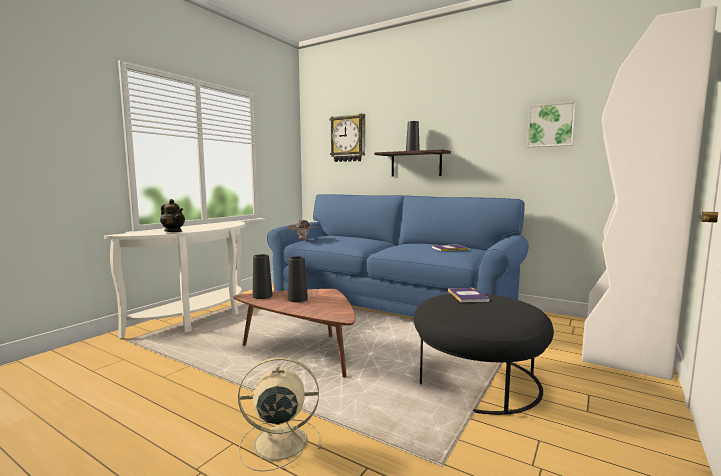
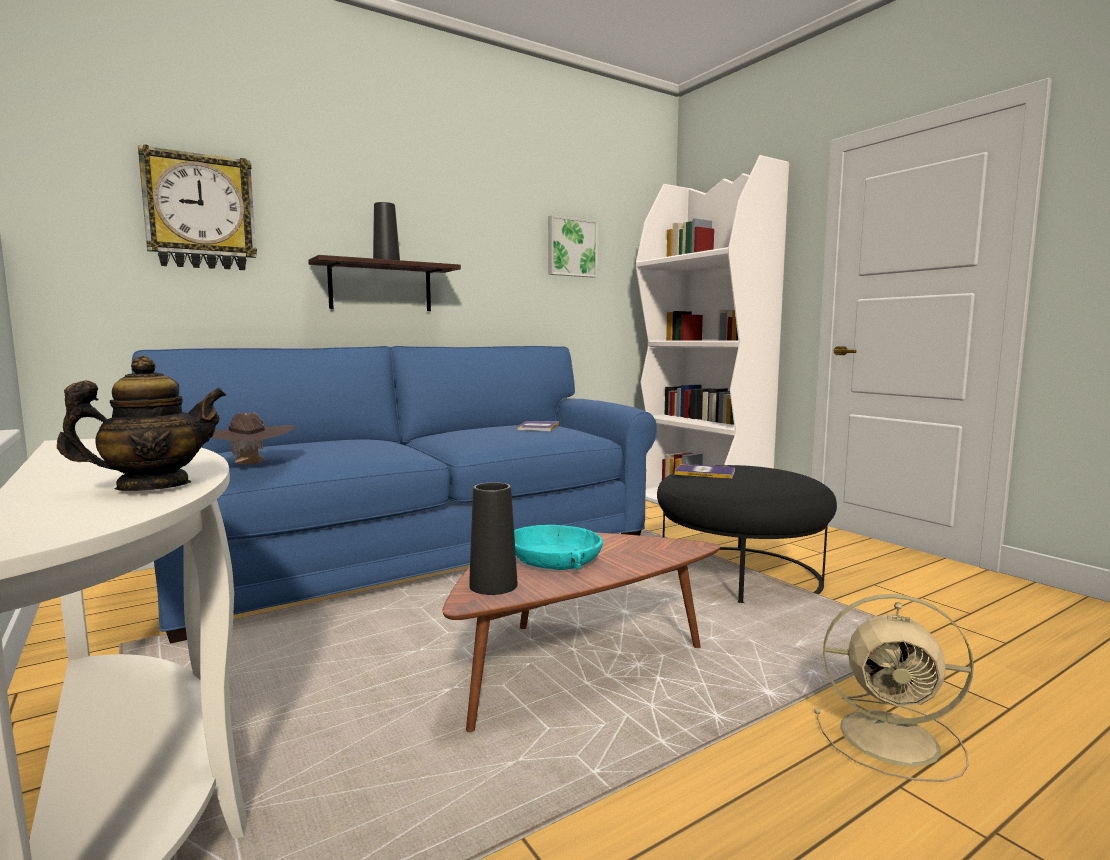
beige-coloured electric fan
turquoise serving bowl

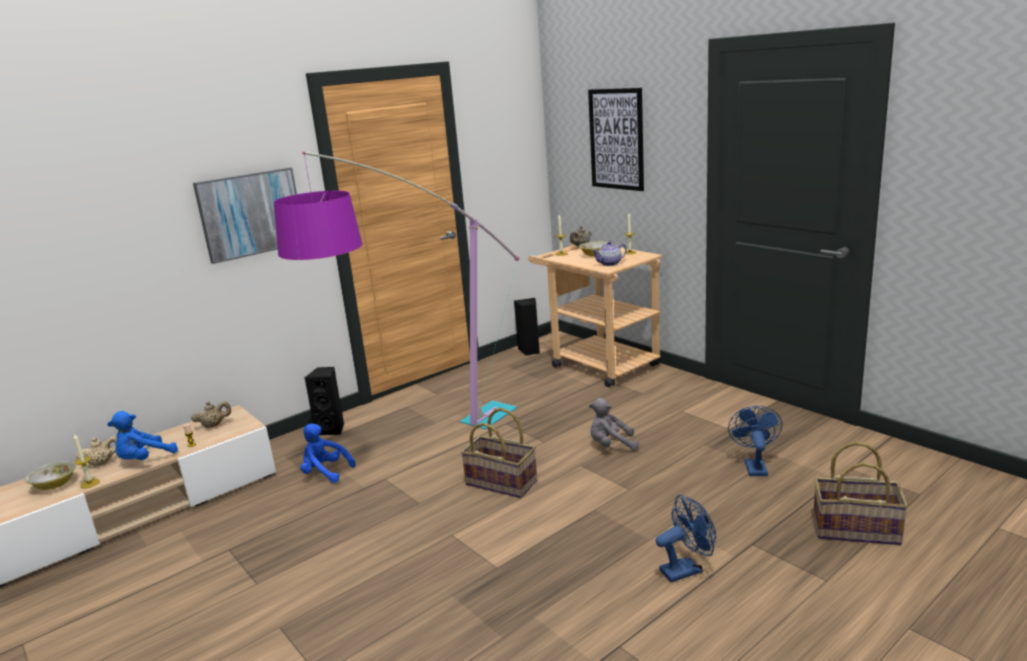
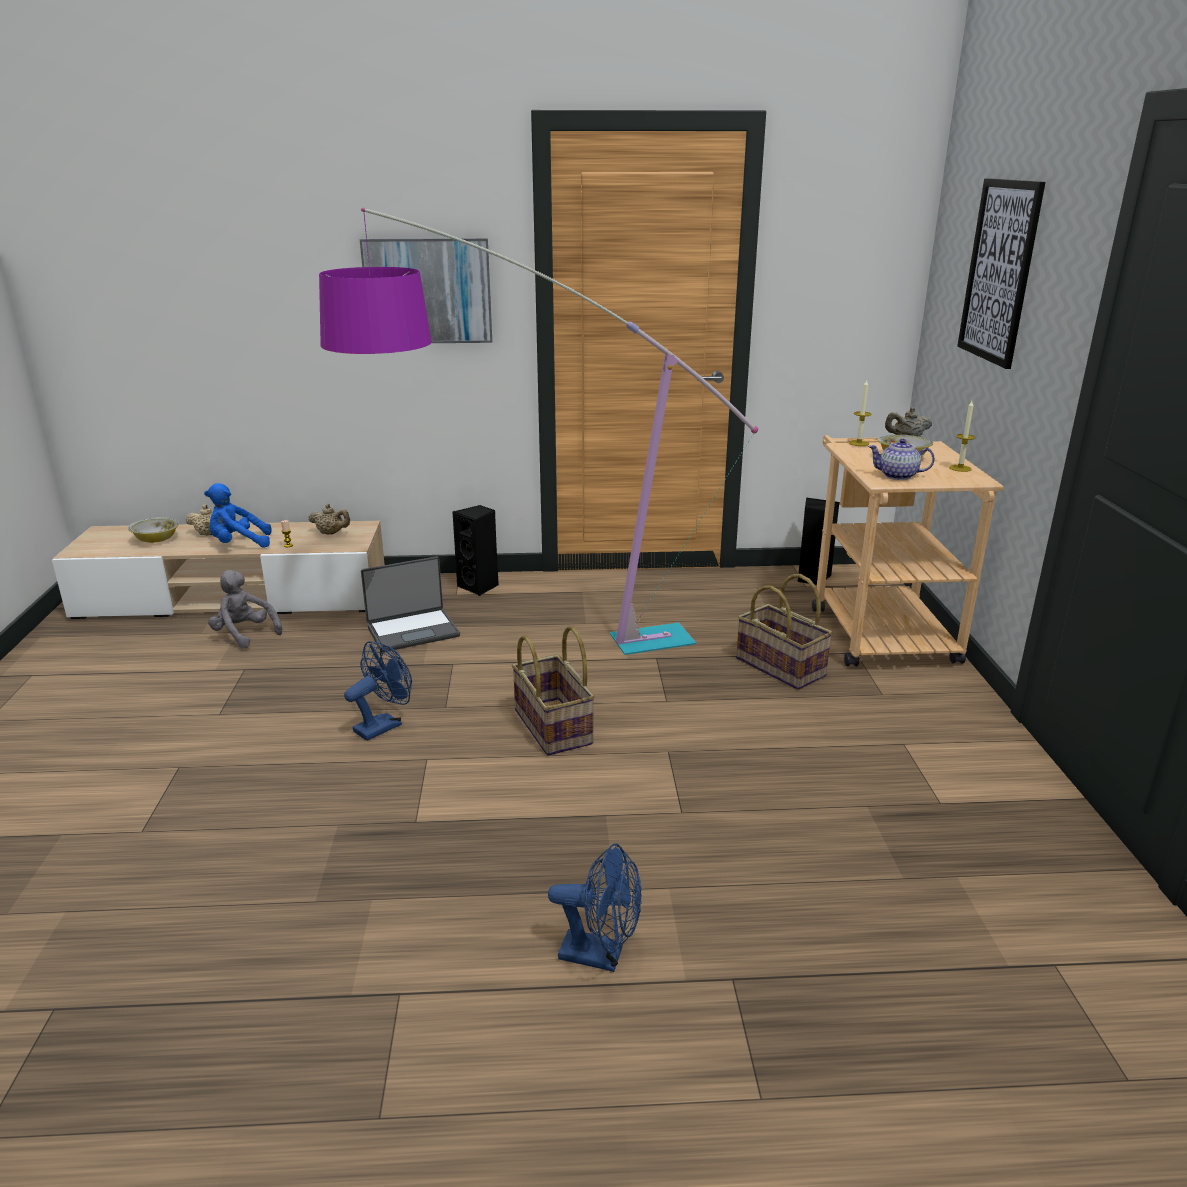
wax light (1st from left in the first image)
notebook computer
gray plush toy
blue electric fan (1st from left)
household basket (2nd from left)

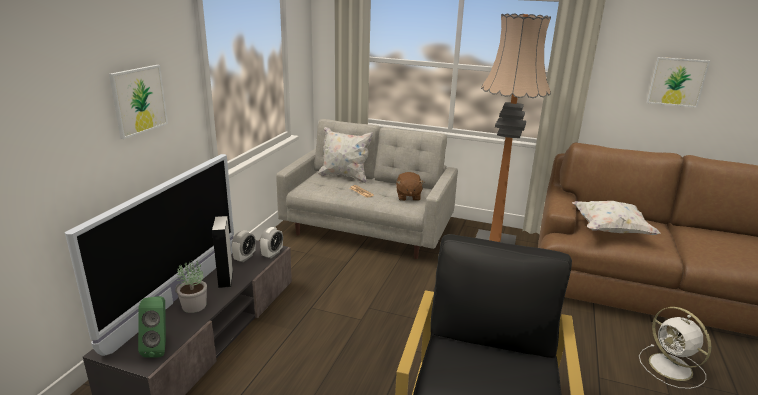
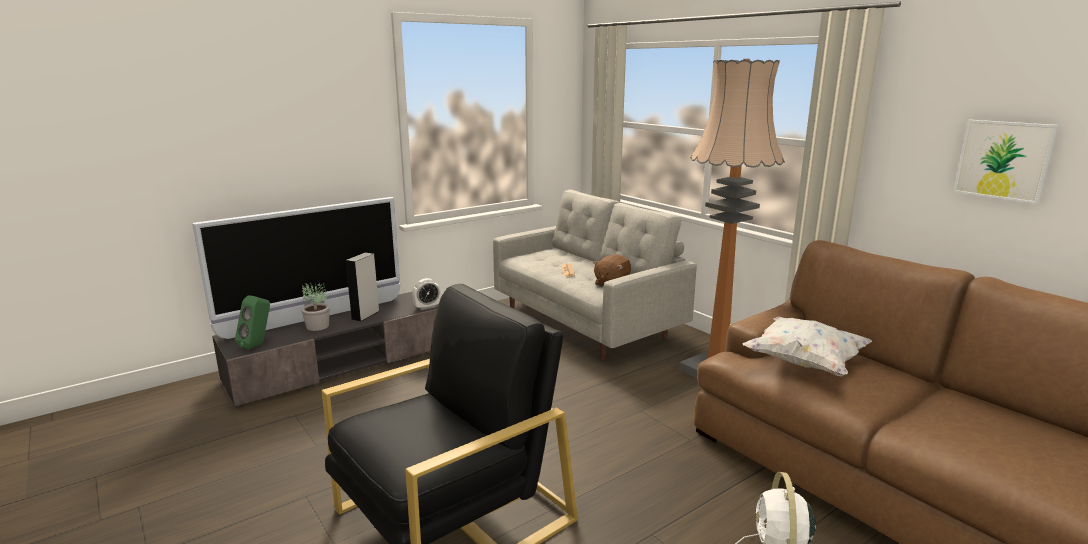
picture (1st from left in the first image)
bedside clock (1st from left in the first image)
white-coloured pillow (1st from left in the first image)

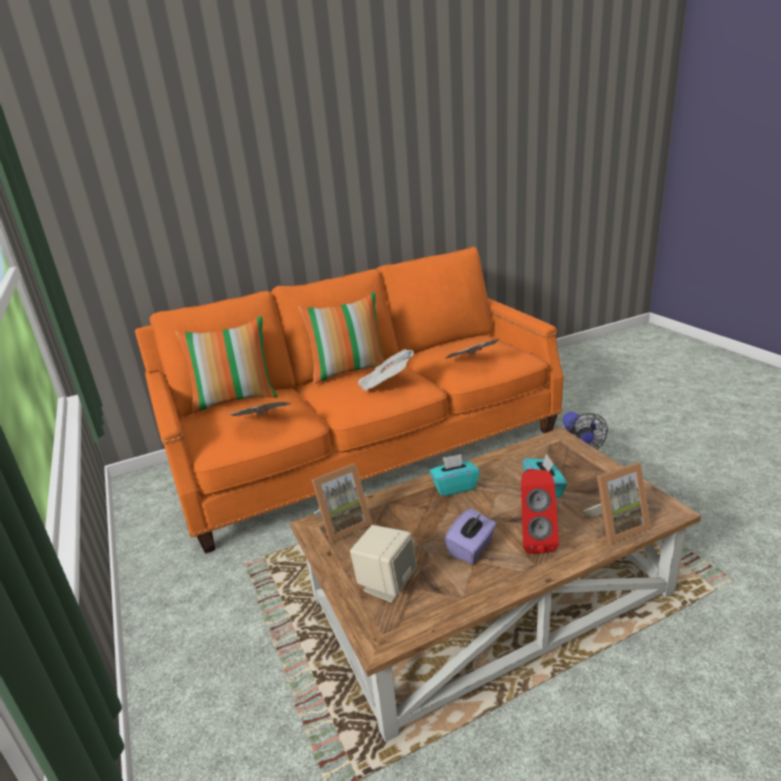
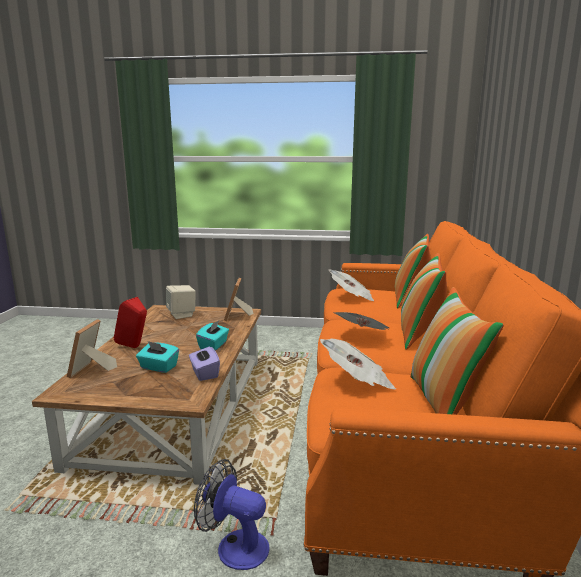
purple tissue holder
pillow (3rd from left)

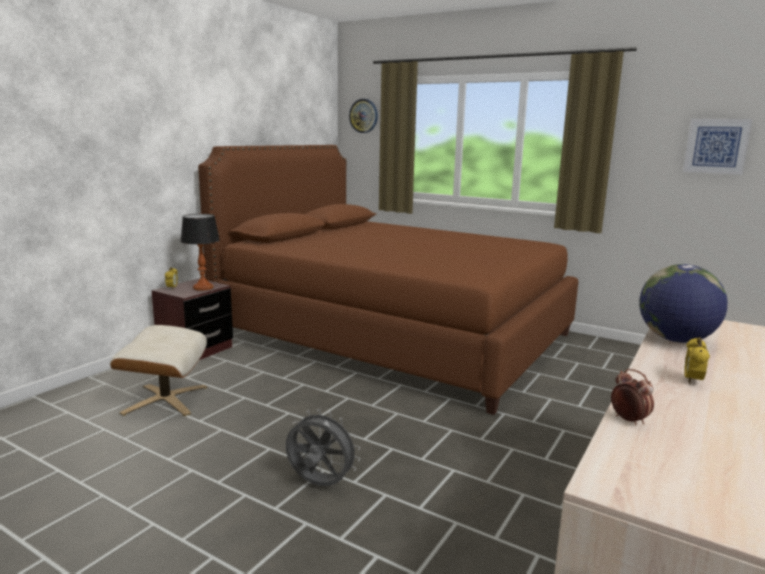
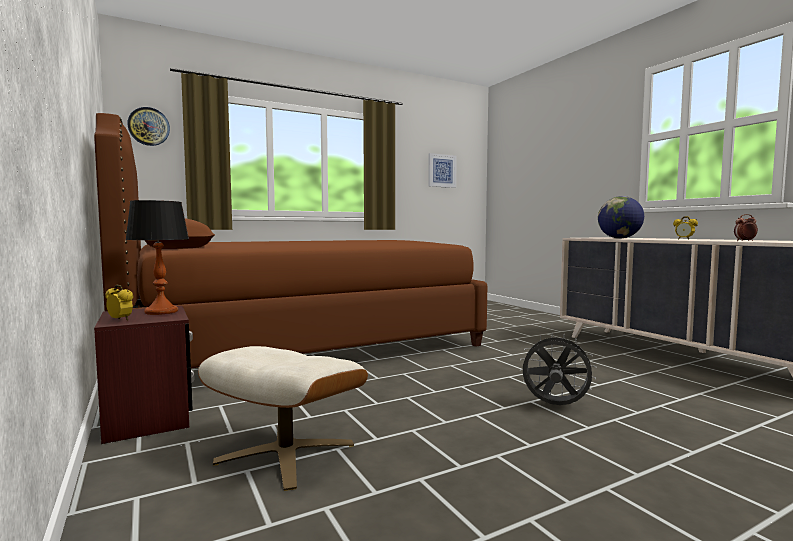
gray electric fan

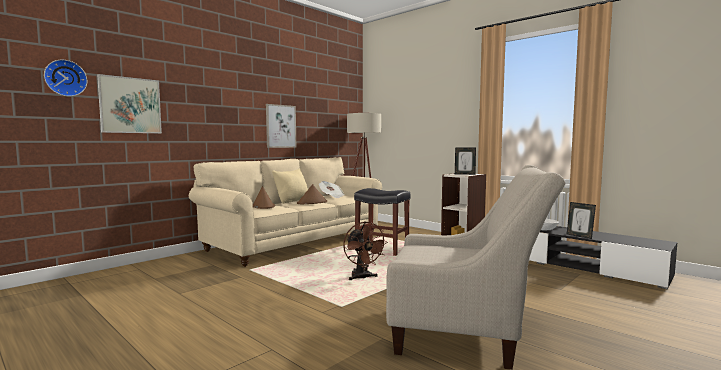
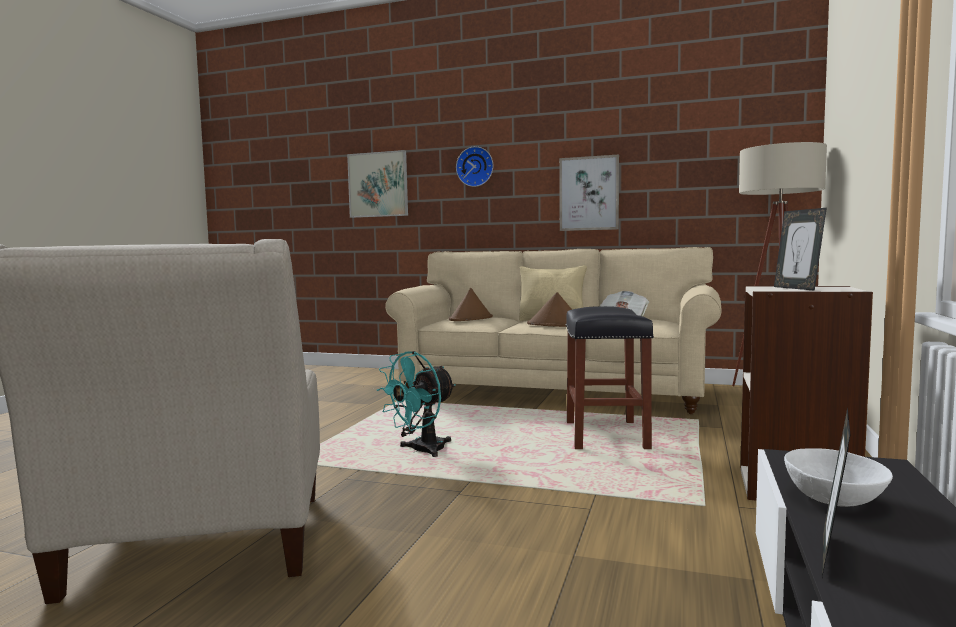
hanging clock
turquoise electric fan

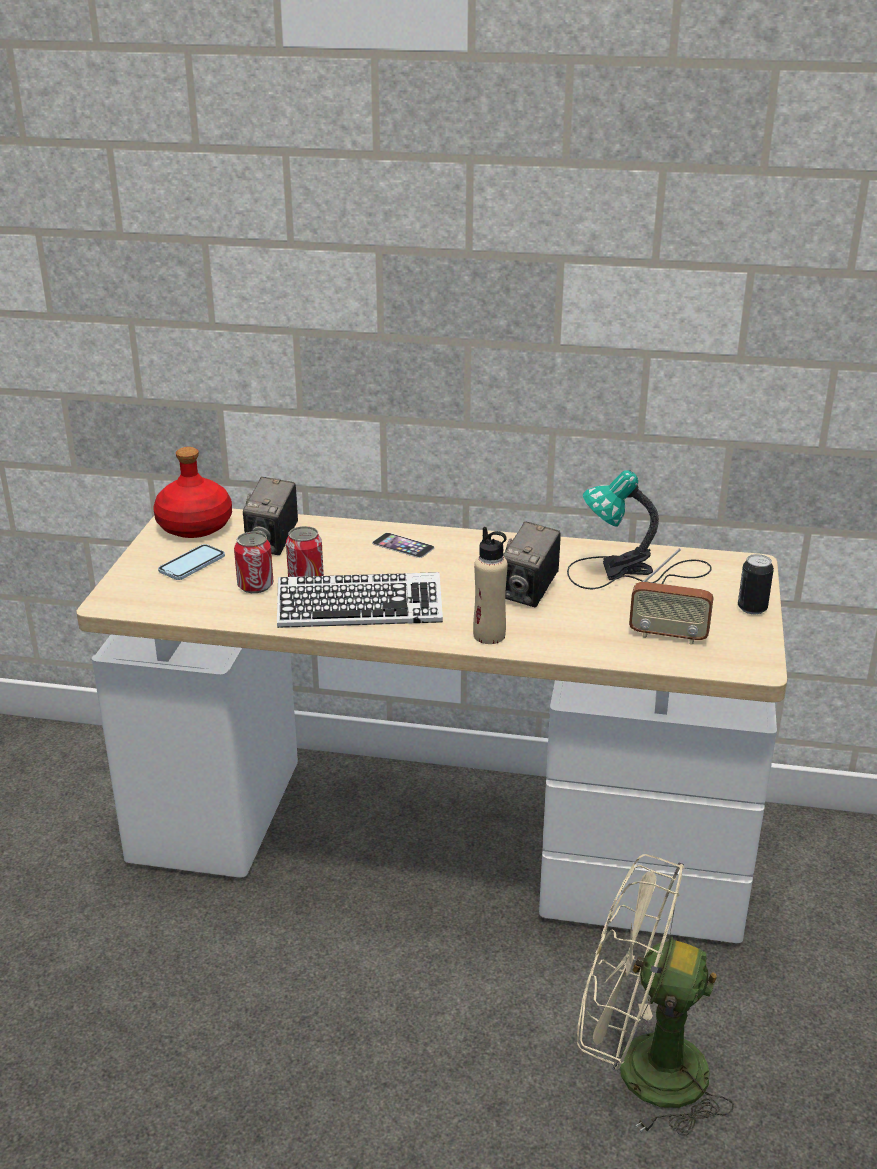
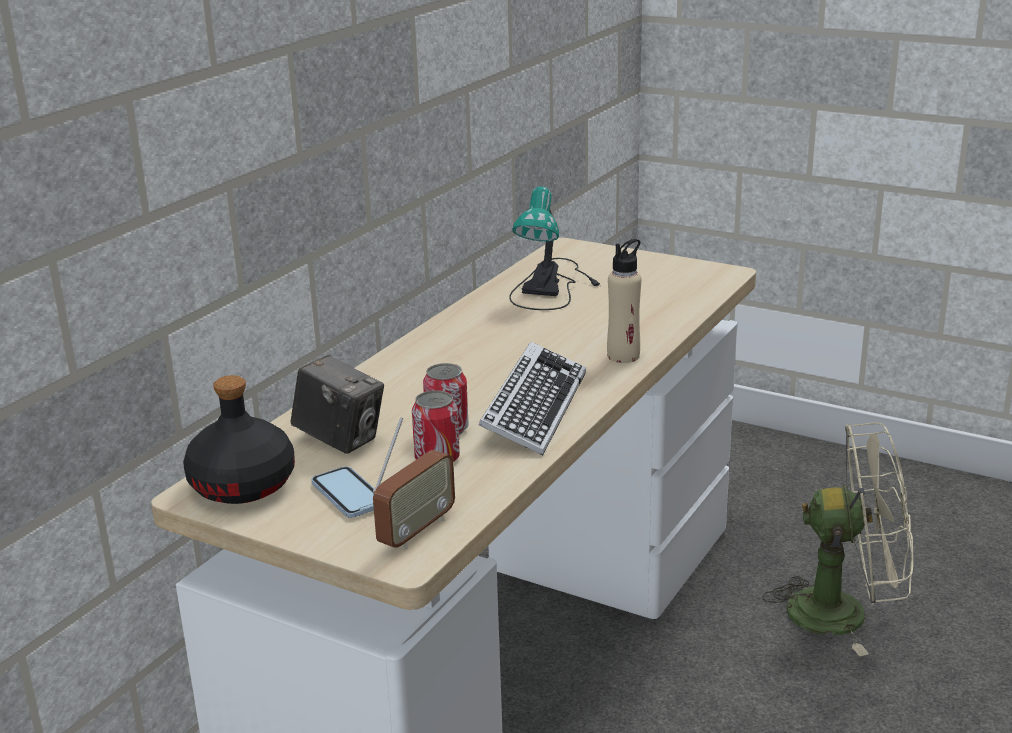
black-coloured drink bottle
handset (2nd from left in the first image)
photo camera (2nd from left in the first image)
beige-coloured electric fan
radio receiver
metal can (3rd from left in the first image)

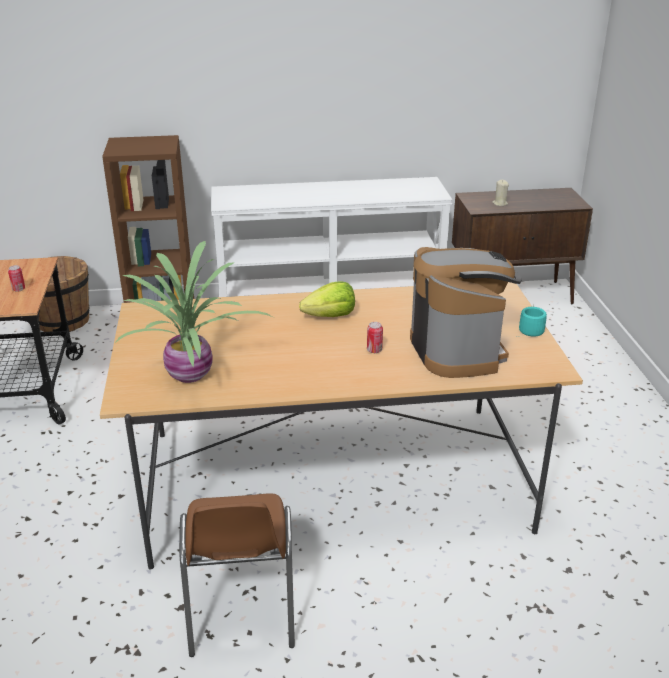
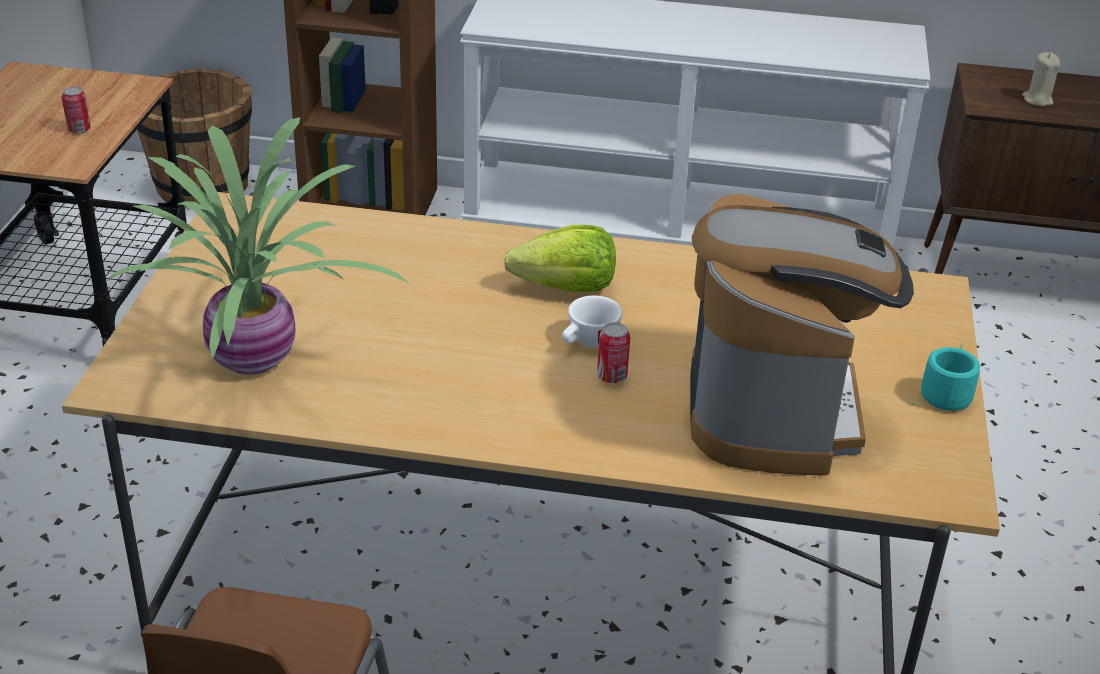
white-coloured drinking cup

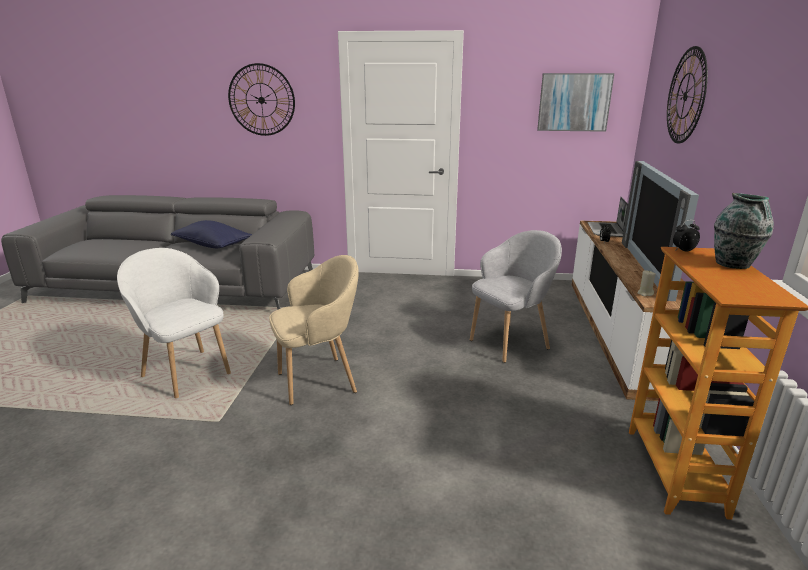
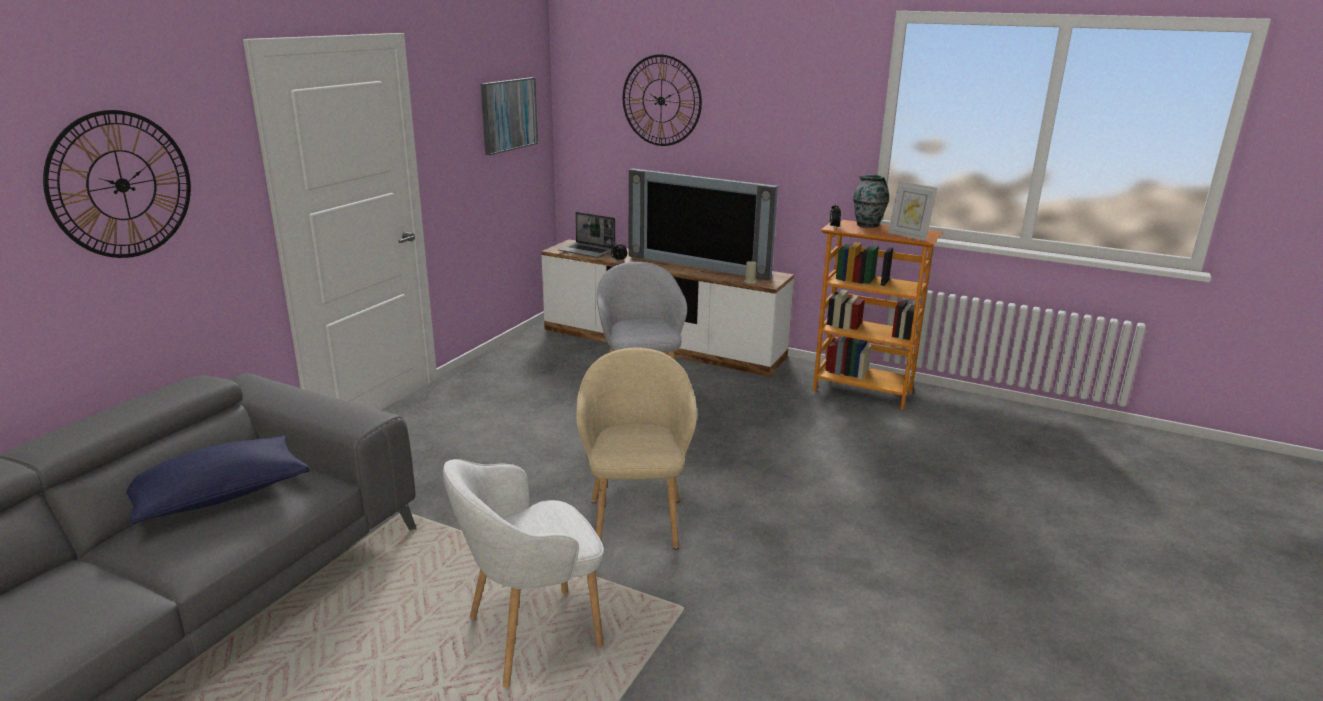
standing frame

